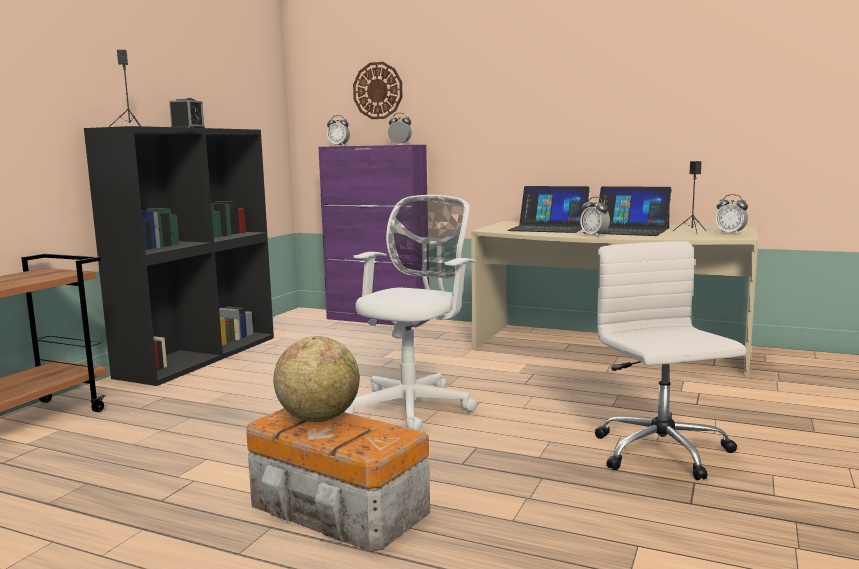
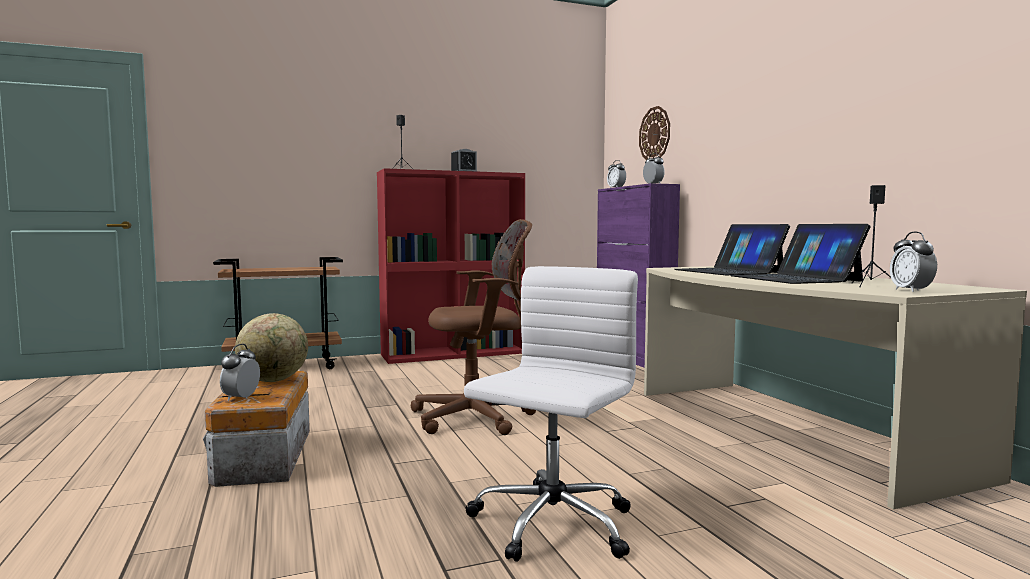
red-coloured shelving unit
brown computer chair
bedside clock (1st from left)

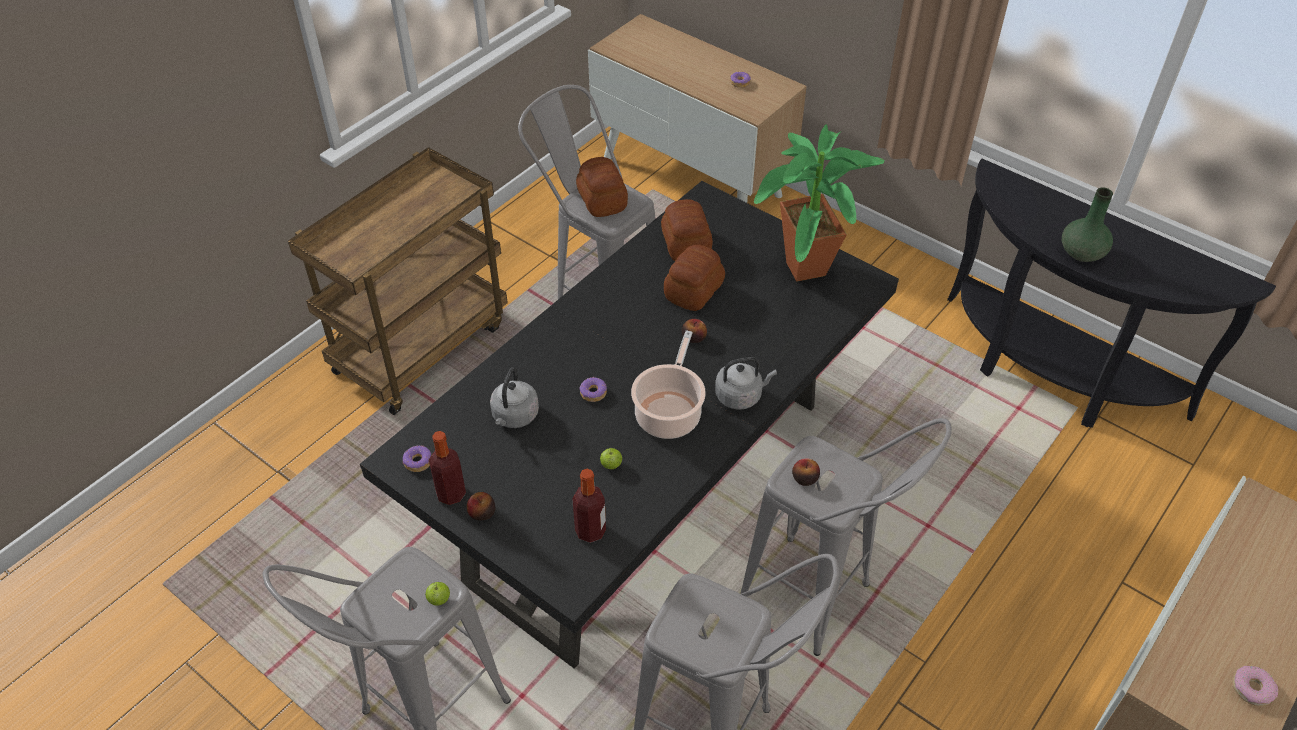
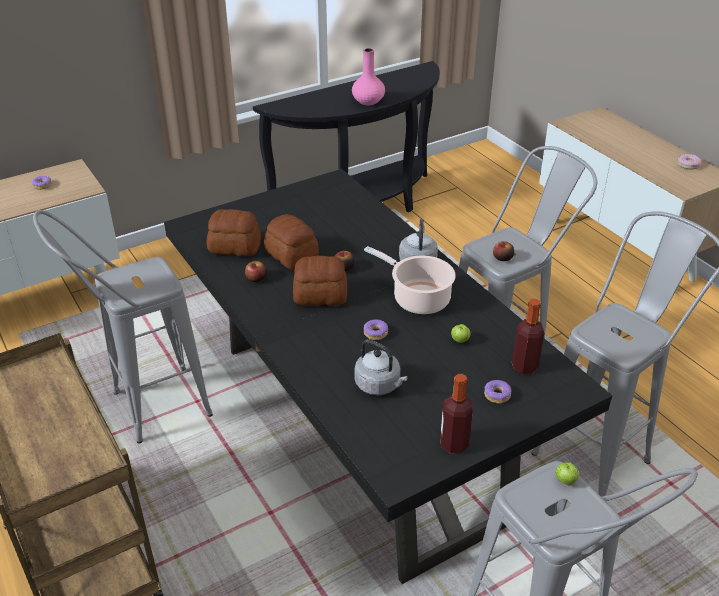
donut (3rd from left)
apple fruit (1st from left)
bread (3rd from left)
houseplant
pink vase

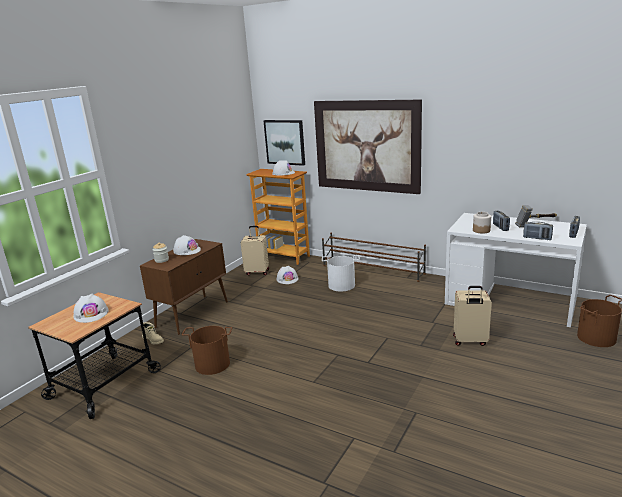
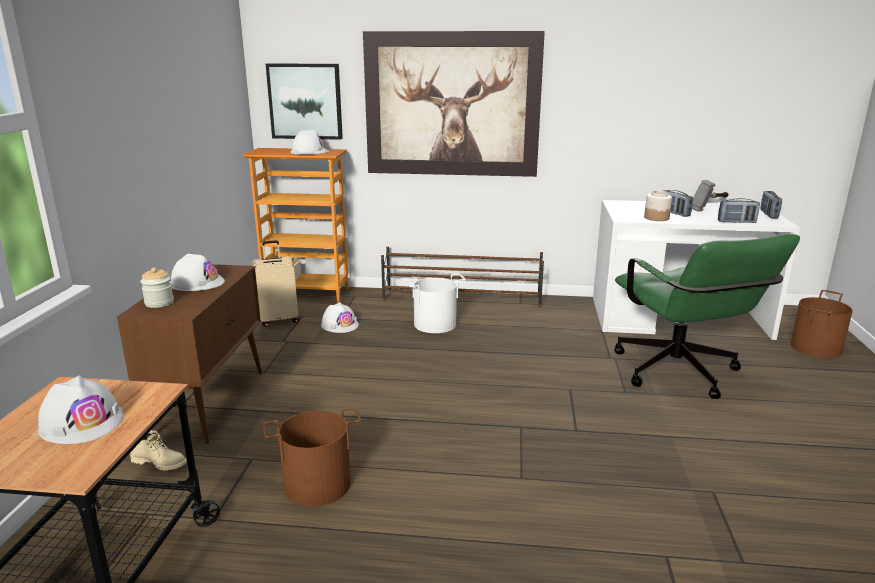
green-coloured computer chair

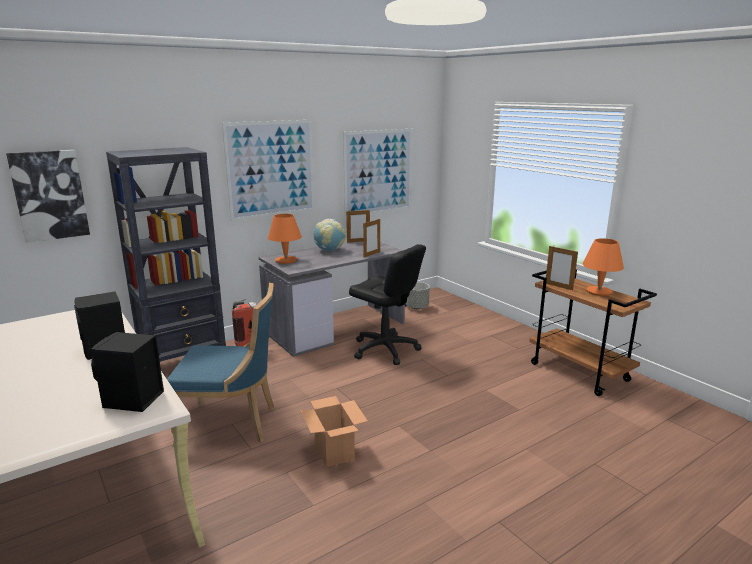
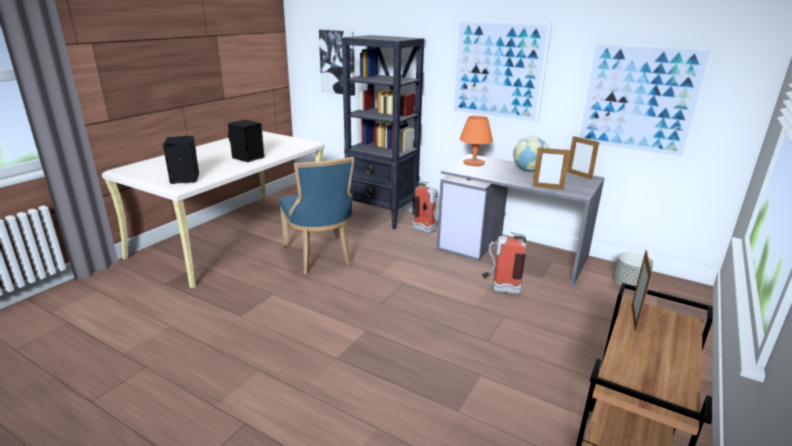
cardboard box
extinguisher (2nd from left)
orange lamp for a table (2nd from left in the first image)

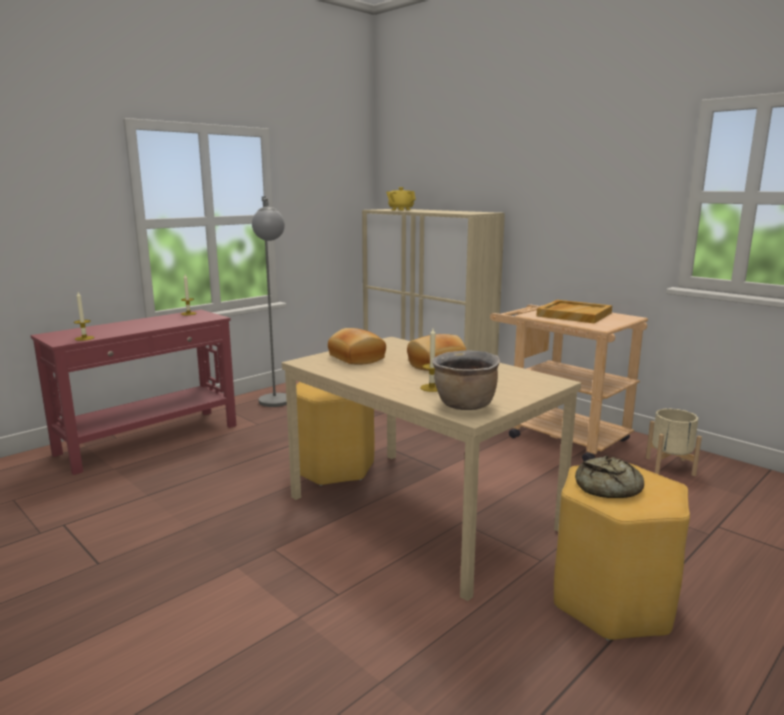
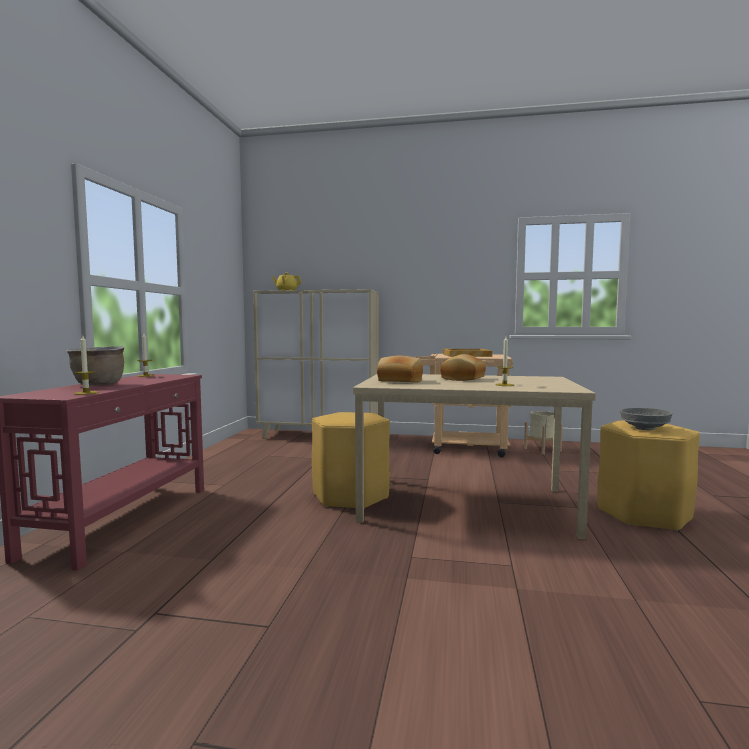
gray standard lamp
brown saucepot
gray serving bowl

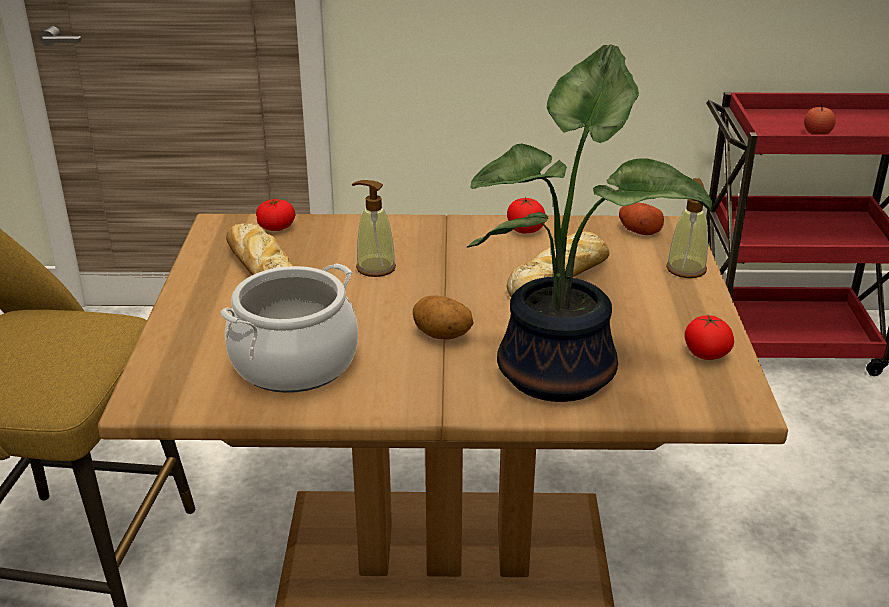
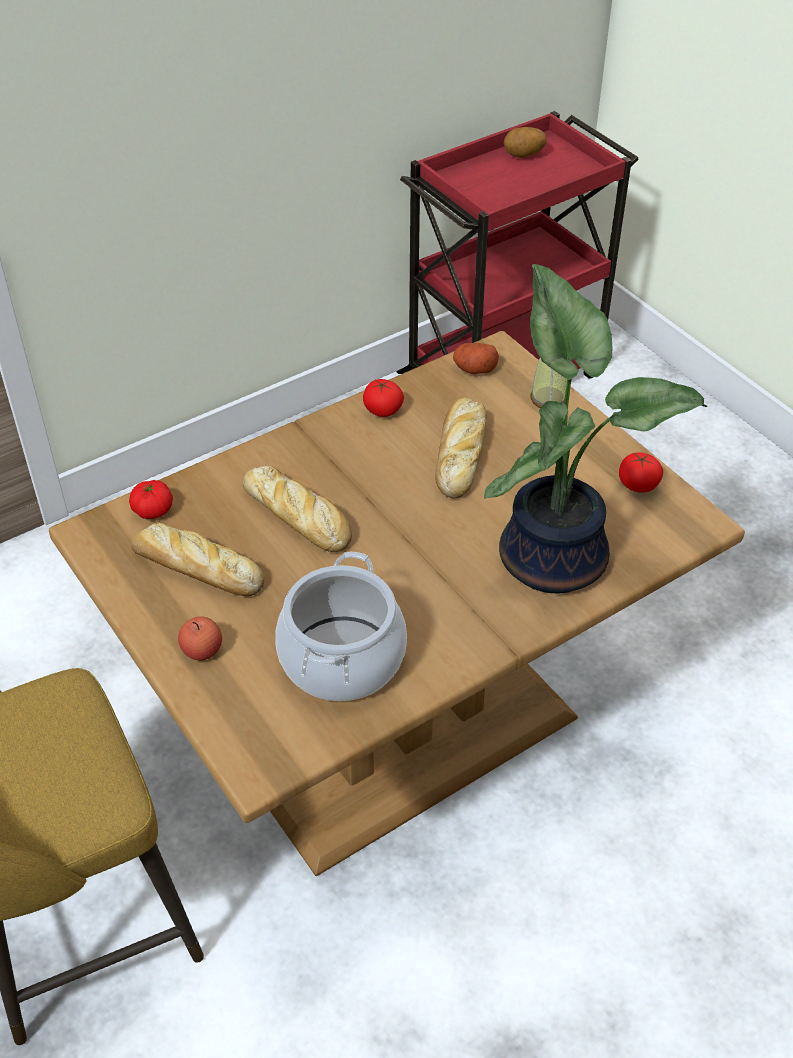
bread (2nd from left)
whole potato (2nd from left)
apple fruit

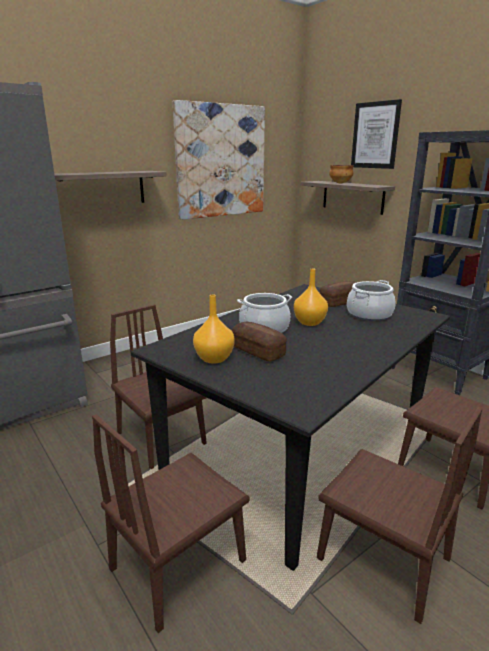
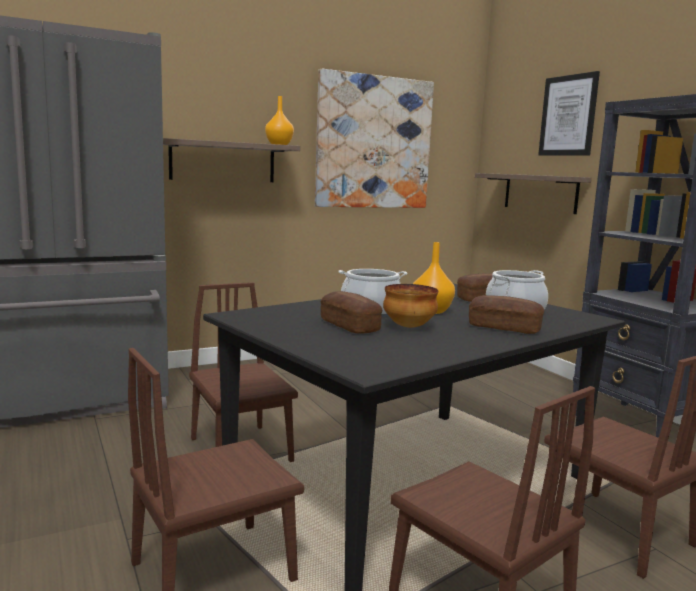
orange vase (1st from left)
serving bowl
bread (3rd from left)

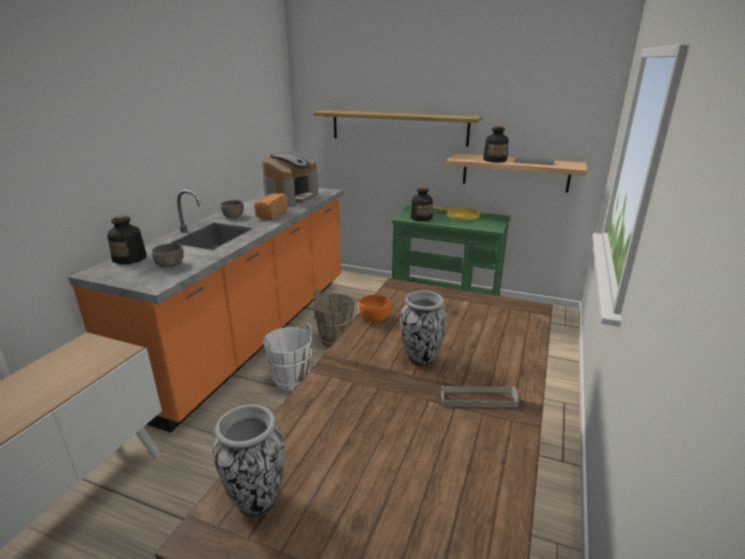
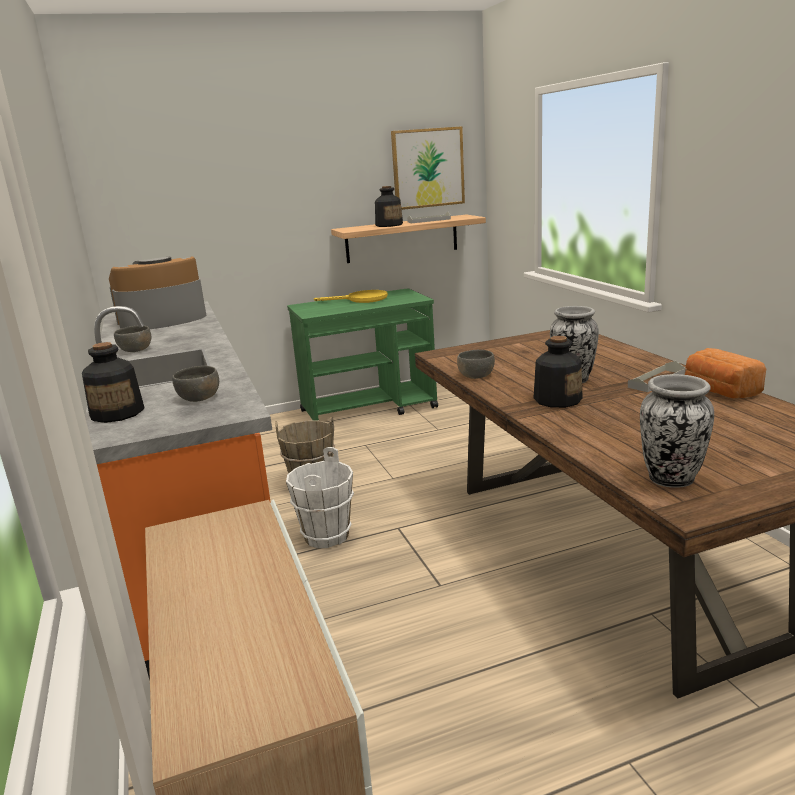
bread
coffee machine
bracket shelf (1st from left in the first image)
gray serving bowl (3rd from left)
drink bottle (3rd from left)
picture

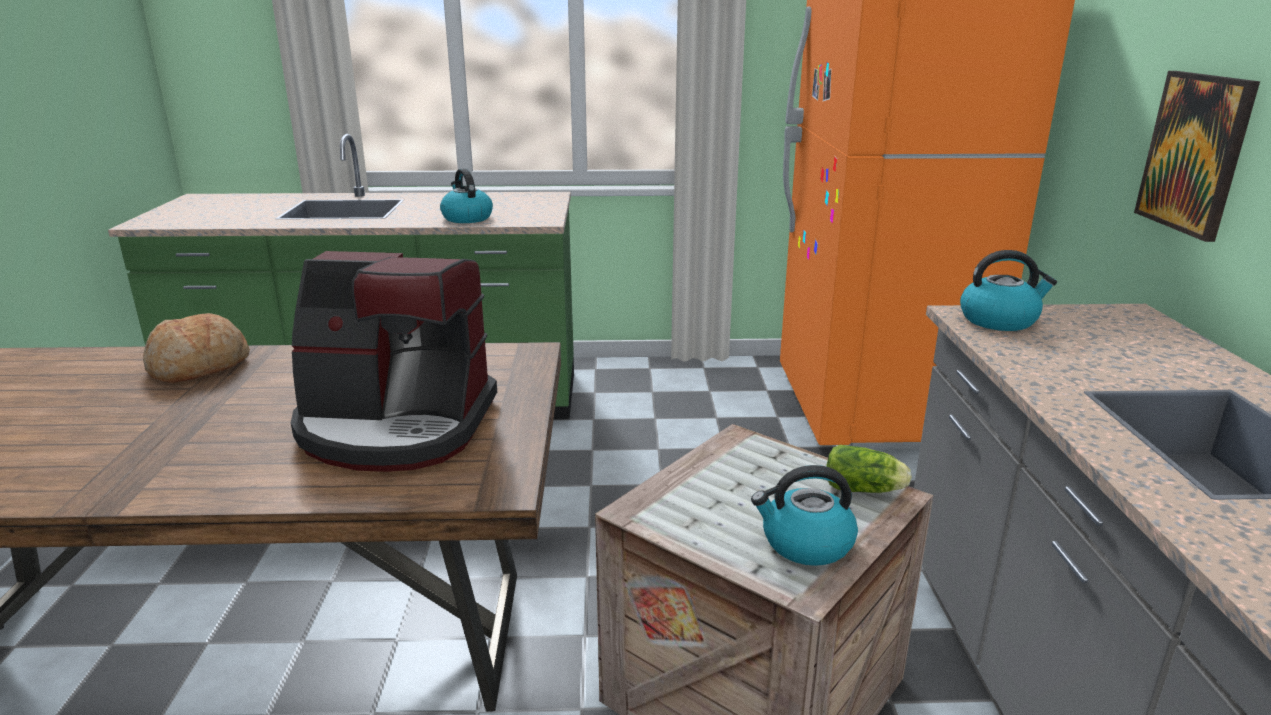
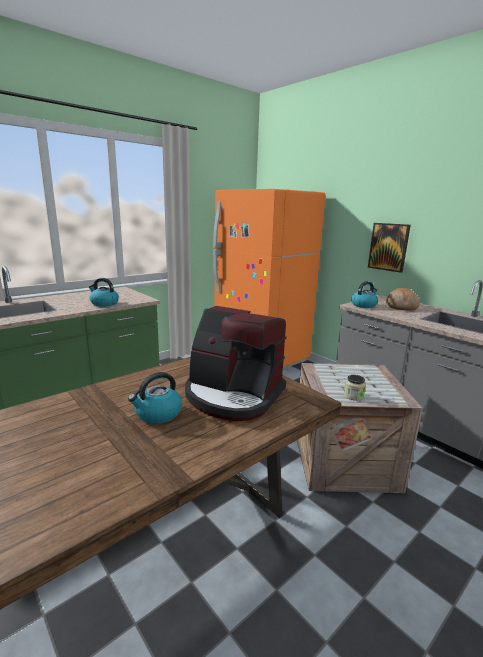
bread
coffee machine
tea kettle (2nd from left)
lettuce head
preserve jar

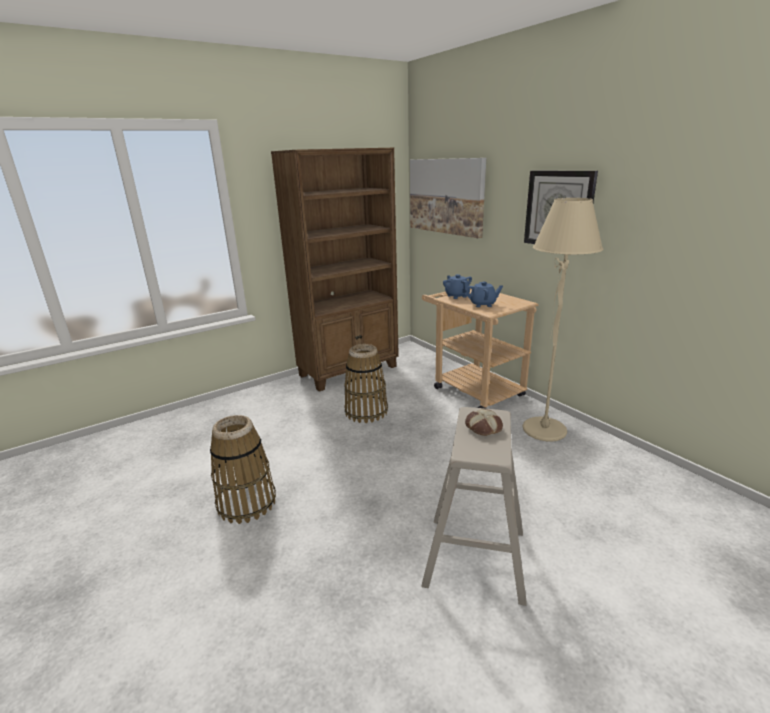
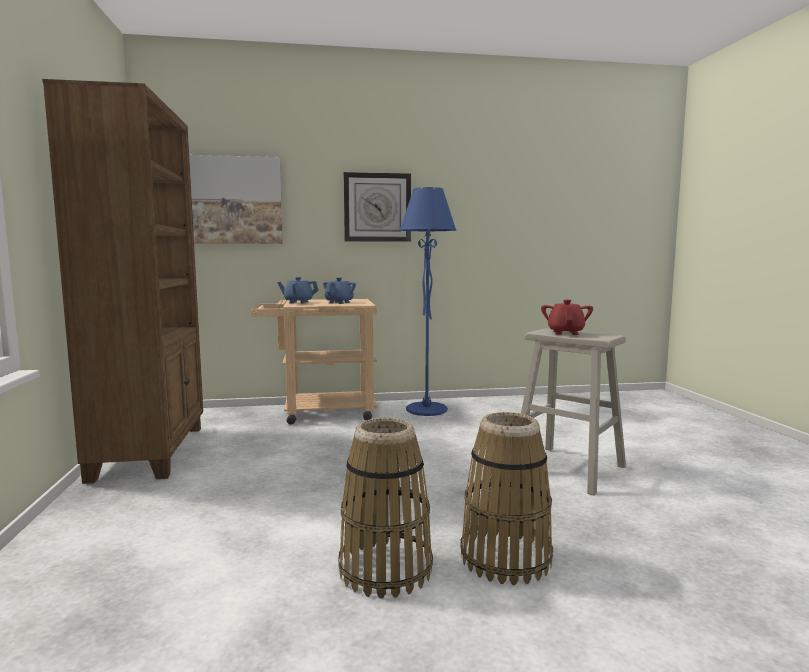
household basket (2nd from left)
red-coloured tea pot
blue standard lamp

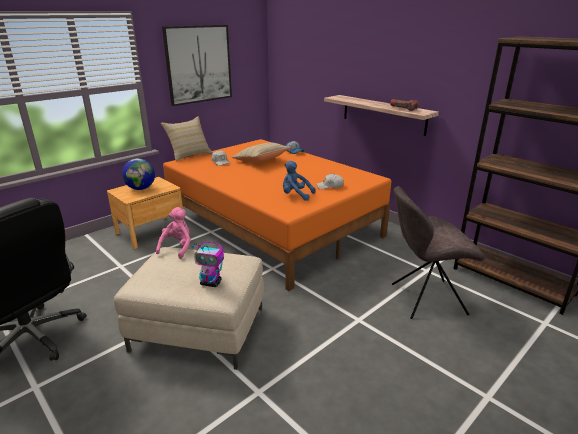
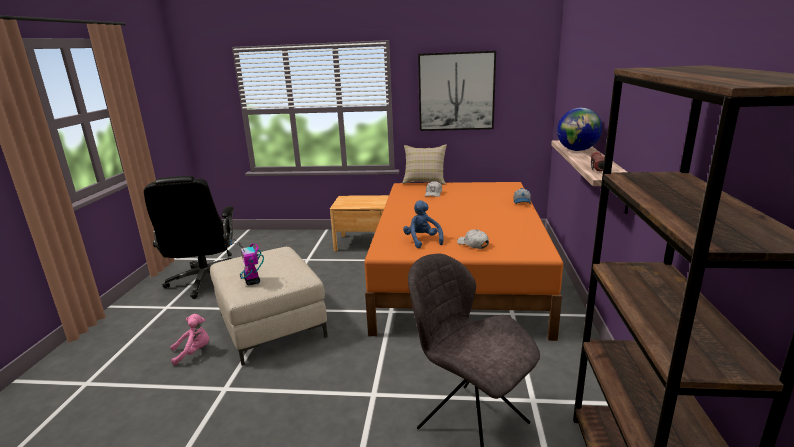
desk globe
pink plush toy
beige-coloured pillow (2nd from left in the first image)

